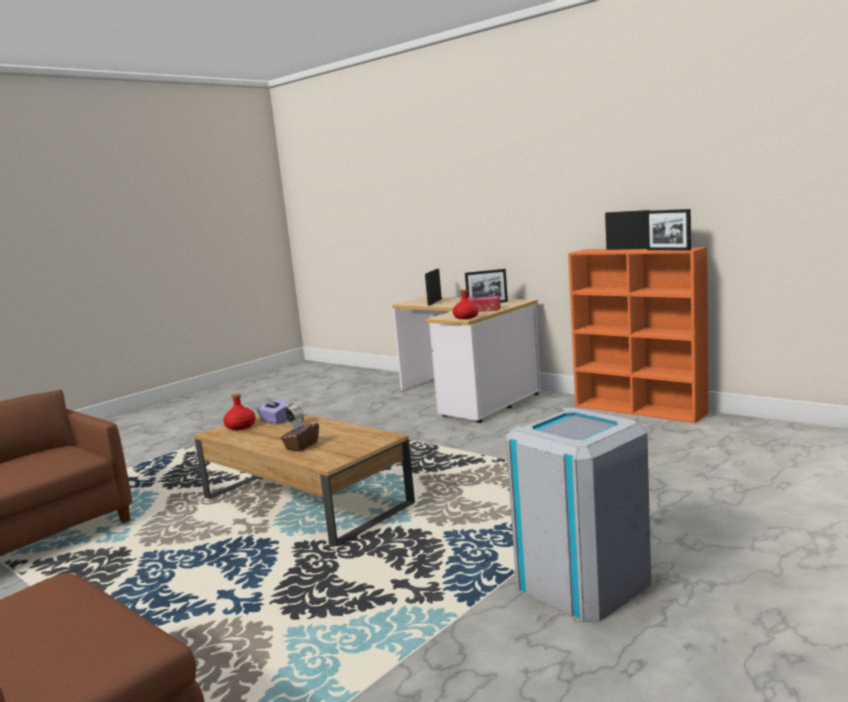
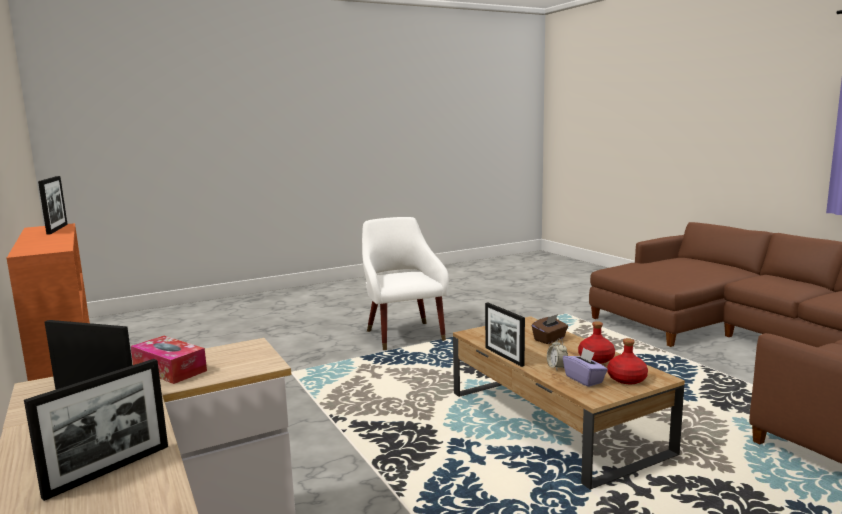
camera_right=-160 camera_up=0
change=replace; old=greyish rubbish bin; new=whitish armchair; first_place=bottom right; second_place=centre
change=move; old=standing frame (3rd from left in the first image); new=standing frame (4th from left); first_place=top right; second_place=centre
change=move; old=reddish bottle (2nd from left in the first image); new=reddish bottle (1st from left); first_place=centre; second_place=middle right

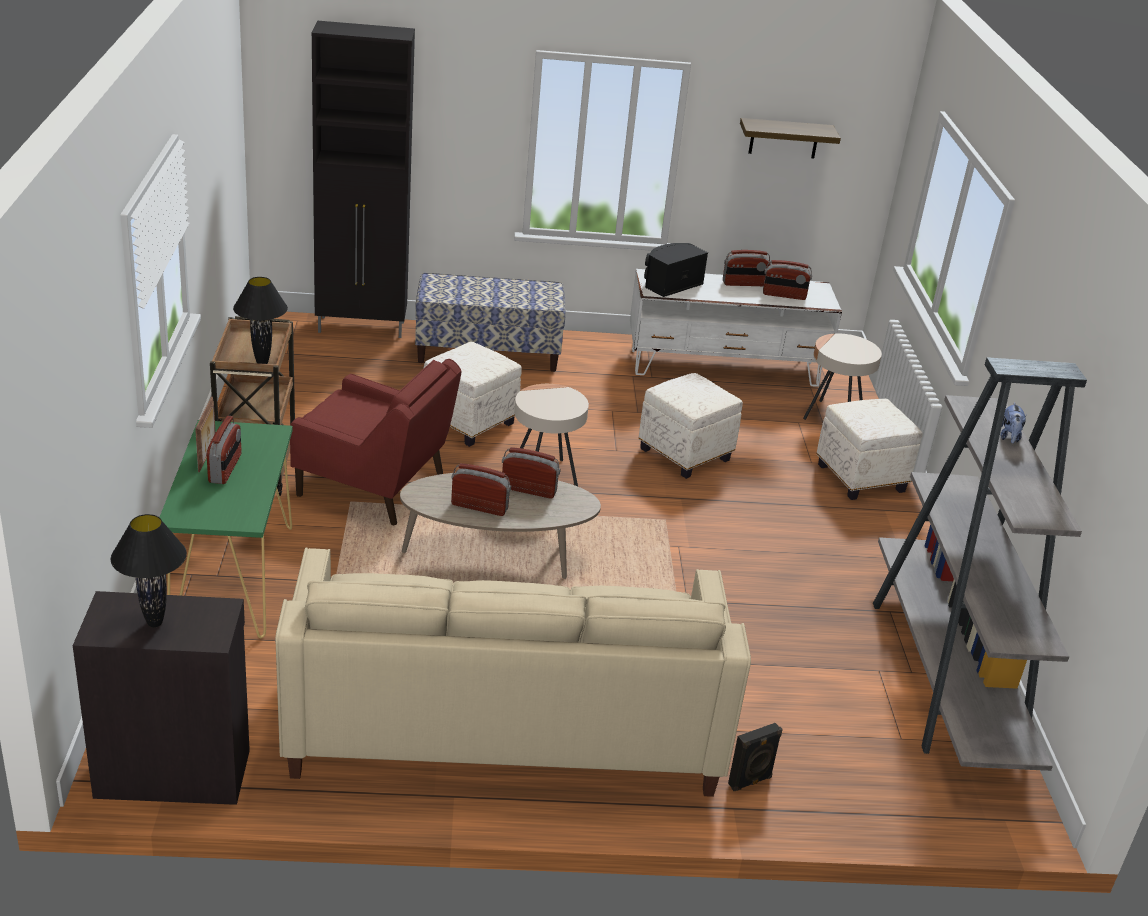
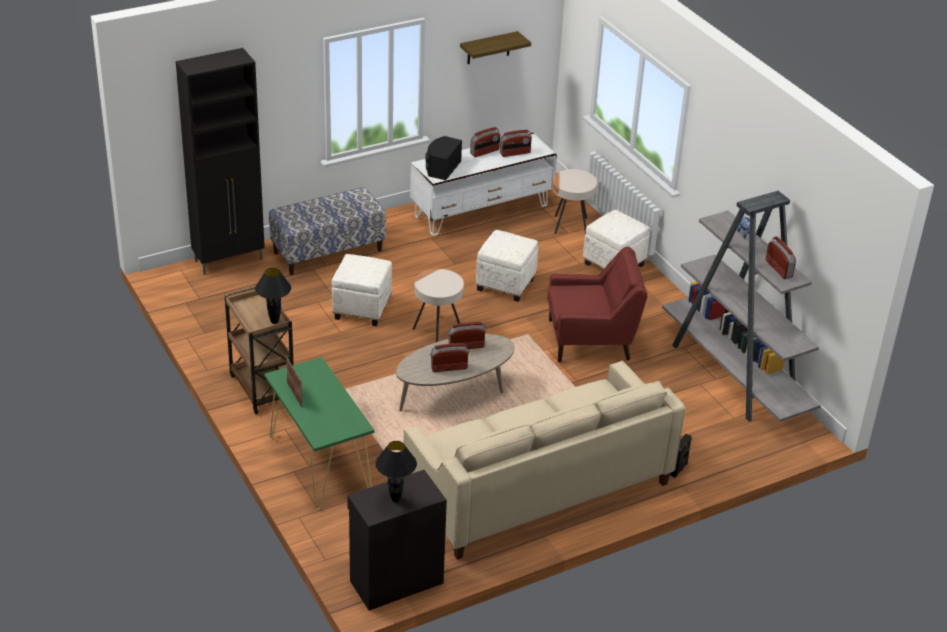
camera_right=-25 camera_up=5
change=move; old=reddish armchair; first_place=middle left; second_place=centre
change=move; old=radio receiver (1st from left in the first image); new=radio receiver (5th from left); first_place=middle left; second_place=middle right

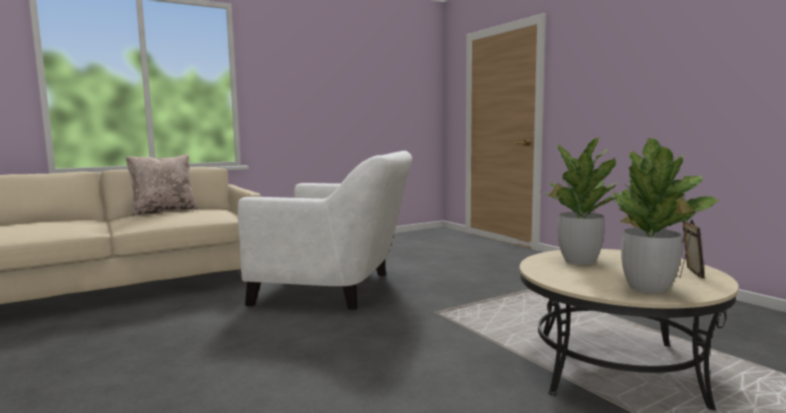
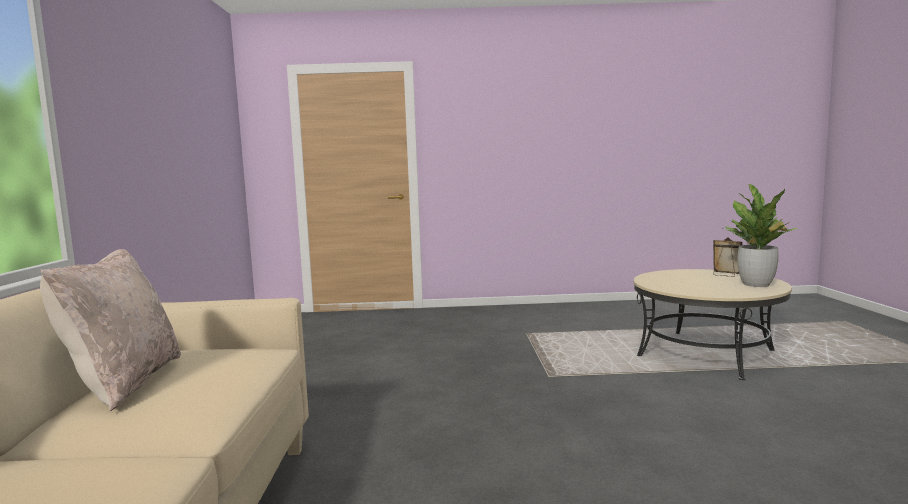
camera_right=-60 camera_up=0
change=delete; old=whitish armchair; first_place=centre
change=delete; old=plant in a pot (1st from left); first_place=middle right

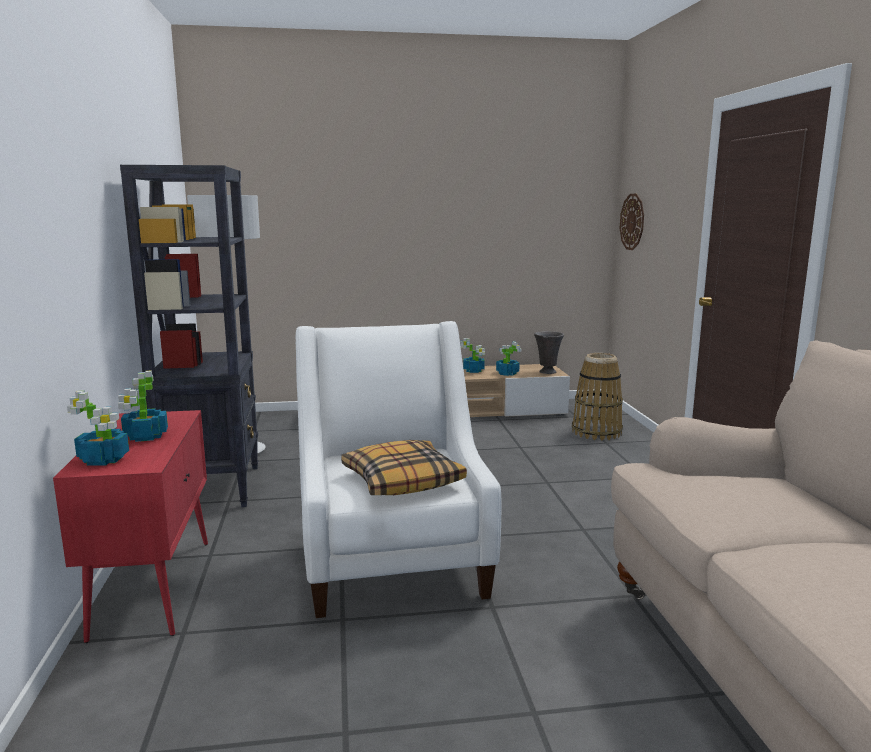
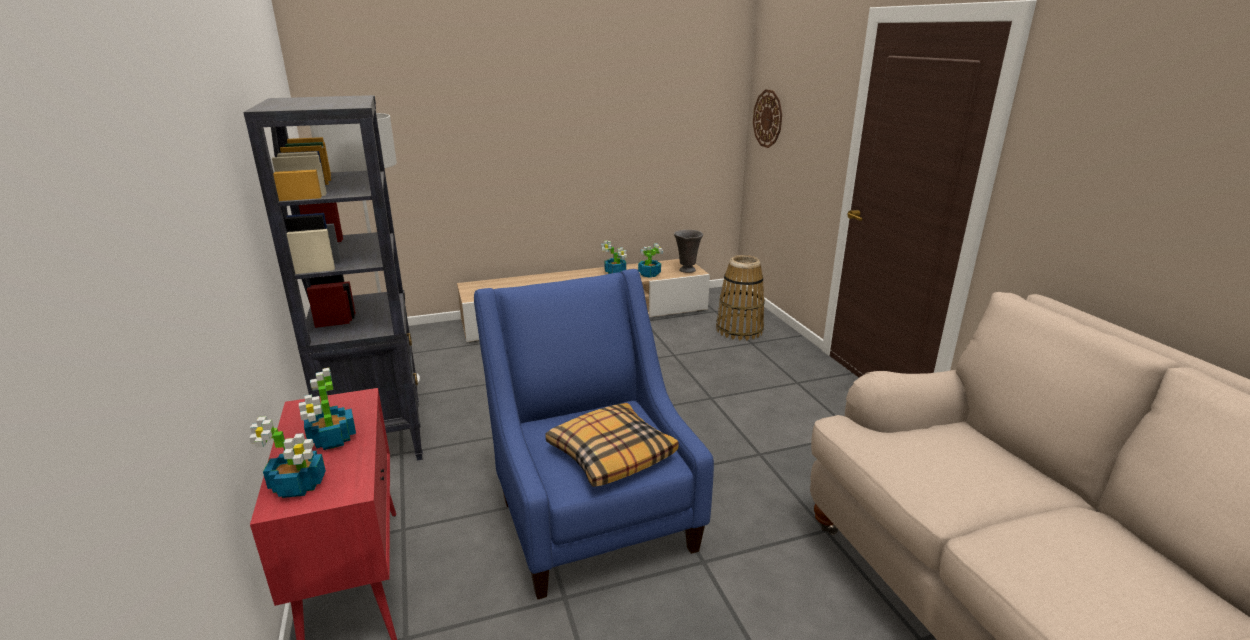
camera_right=-10 camera_up=10
change=recolor; old=whitish armchair; new=bluish armchair; first_place=centre; second_place=bottom centre

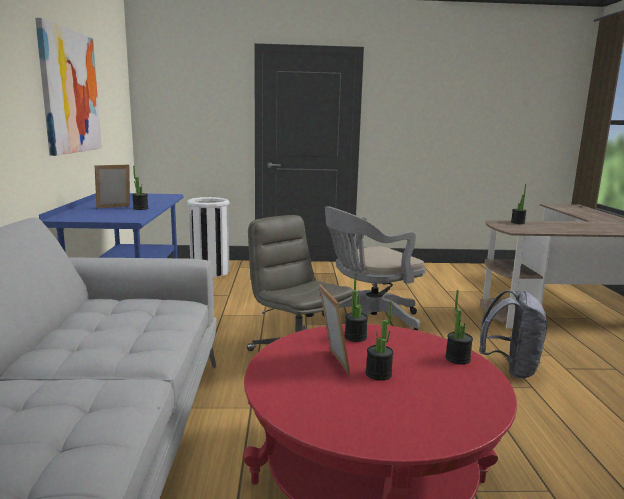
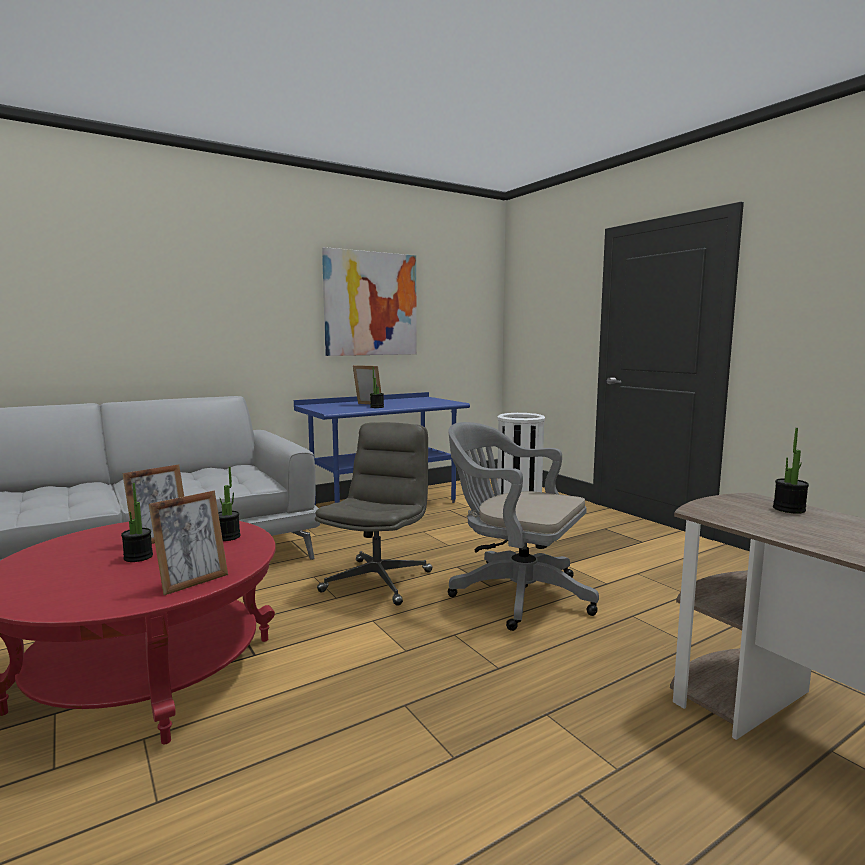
camera_right=60 camera_up=-5
change=replace; old=plant in a pot (4th from left); new=standing frame (2nd from left); first_place=middle right; second_place=middle left
change=delete; old=greyish knapsack; first_place=bottom right

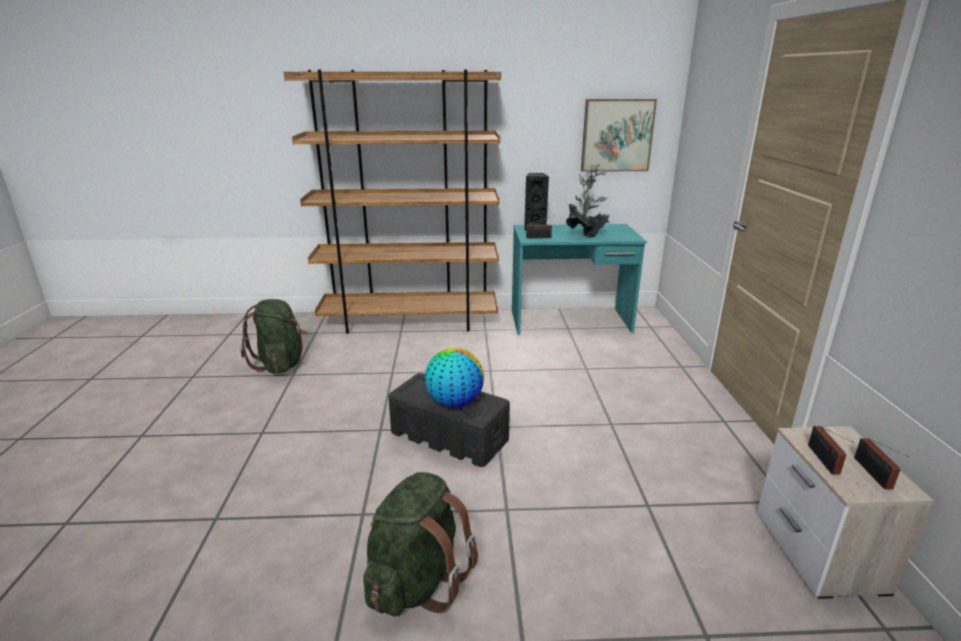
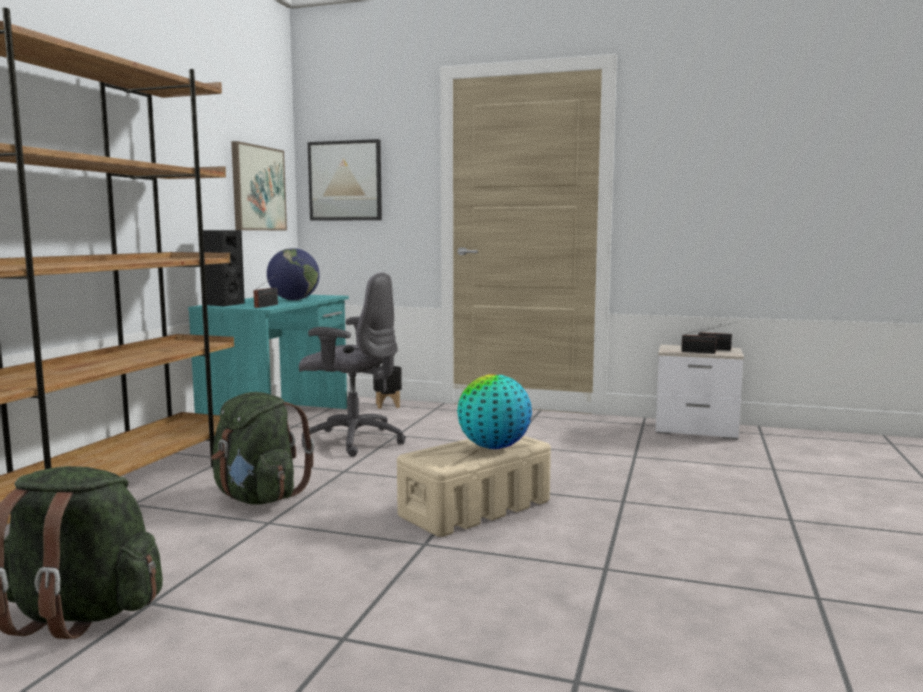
camera_right=-70 camera_up=-15
change=move; old=greenish knapsack (2nd from left); first_place=bottom centre; second_place=middle left
change=replace; old=plant in a pot; new=globe (1st from left); first_place=top centre; second_place=middle left
change=insert; new=greyish office chair; second_place=centre
change=insert; new=wall art (2nd from left); second_place=top centre
change=insert; new=black-coloured plant pot; second_place=centre
change=recolor; old=black-coloured storage box; new=sand-coloured storage box; first_place=centre; second_place=bottom centre

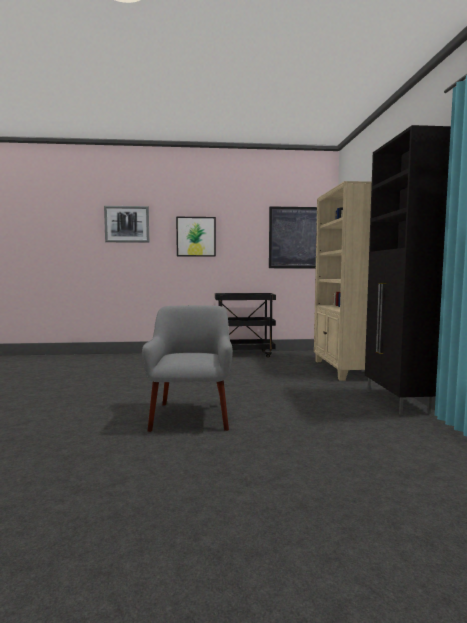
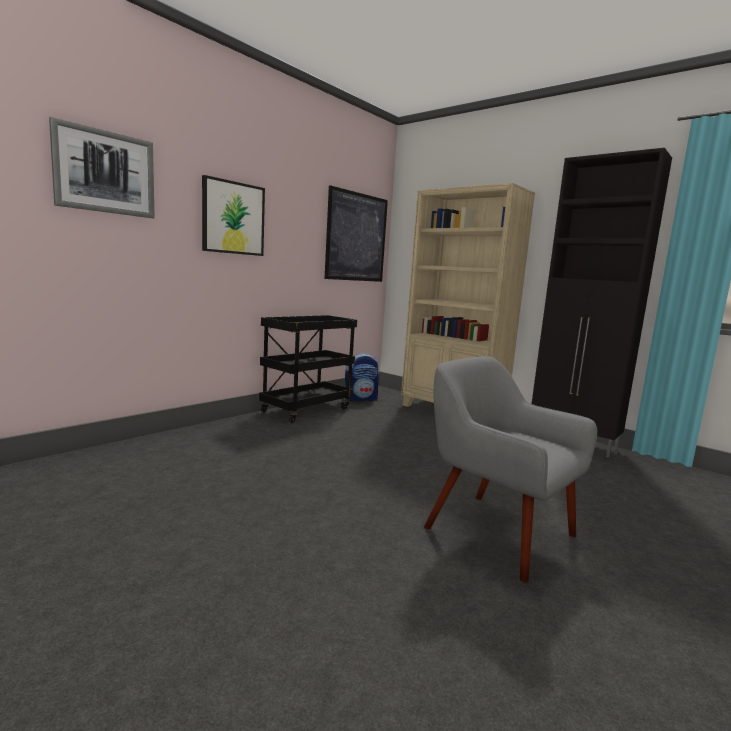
camera_right=-45 camera_up=5
change=insert; new=knapsack; second_place=centre

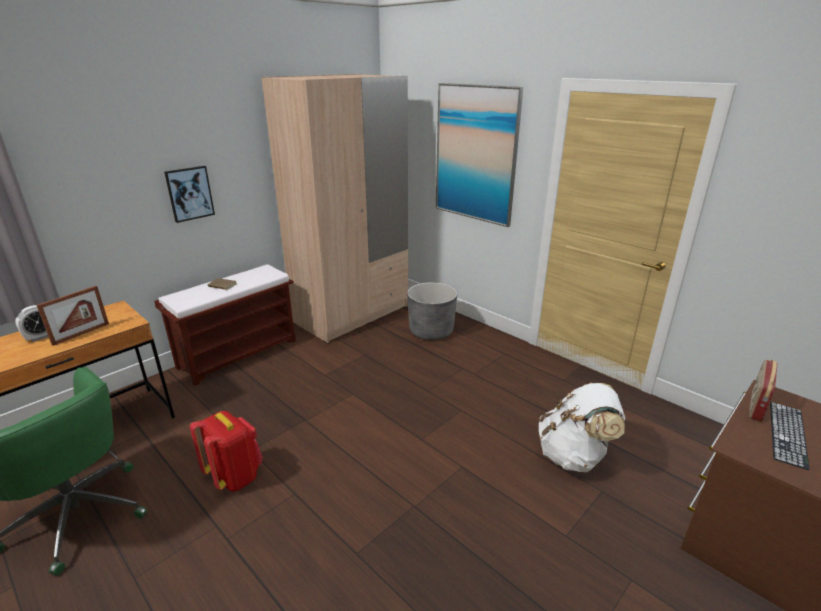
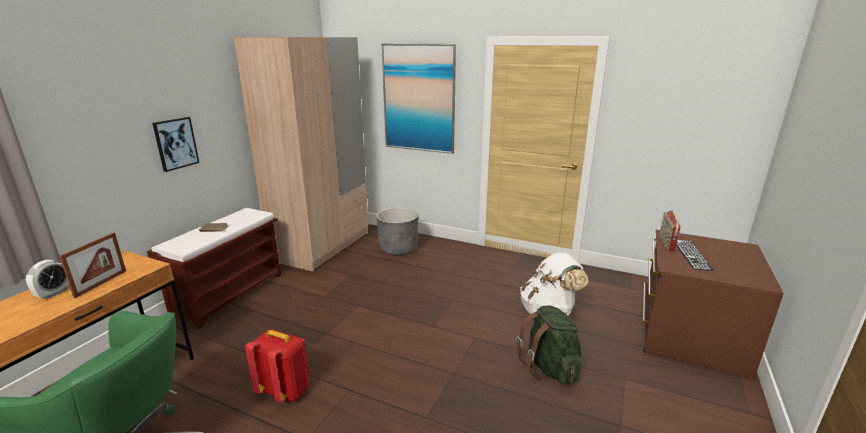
camera_right=-20 camera_up=-5
change=insert; new=greenish knapsack; second_place=bottom centre

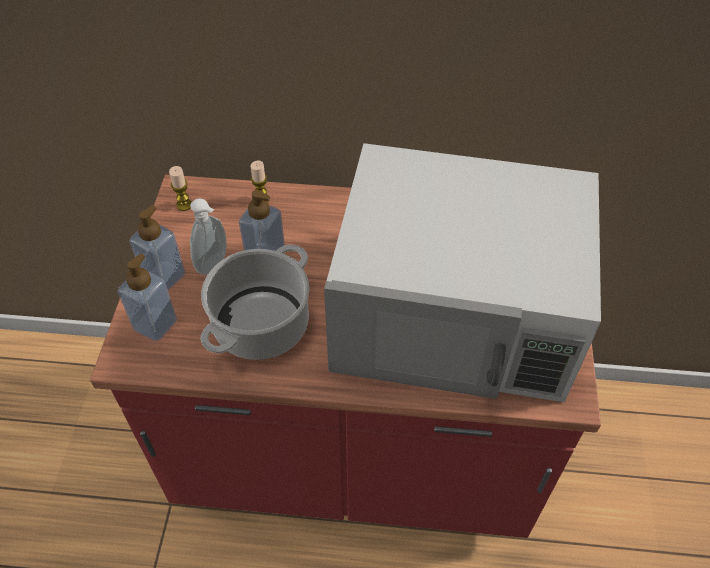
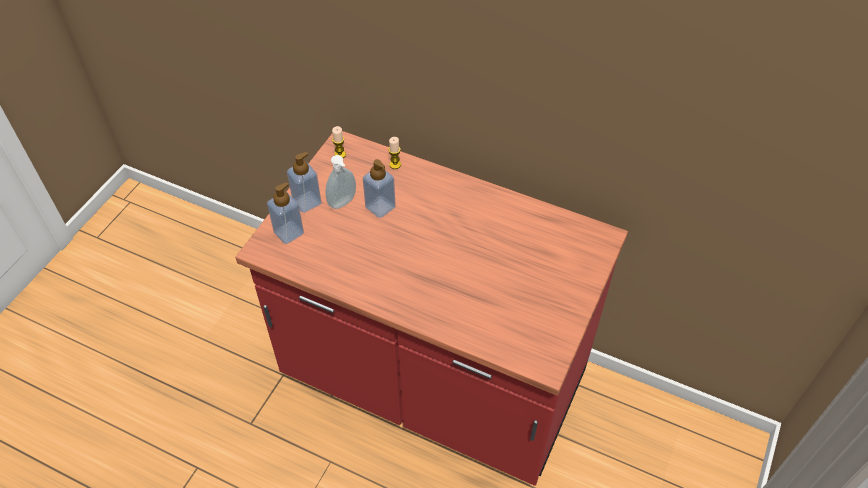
camera_right=20 camera_up=0
change=delete; old=saucepot; first_place=centre
change=delete; old=whitish microwave oven; first_place=centre

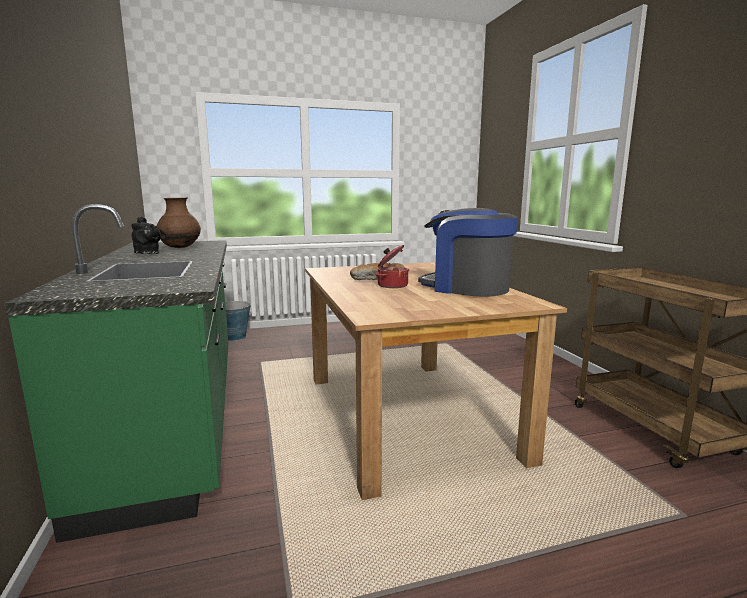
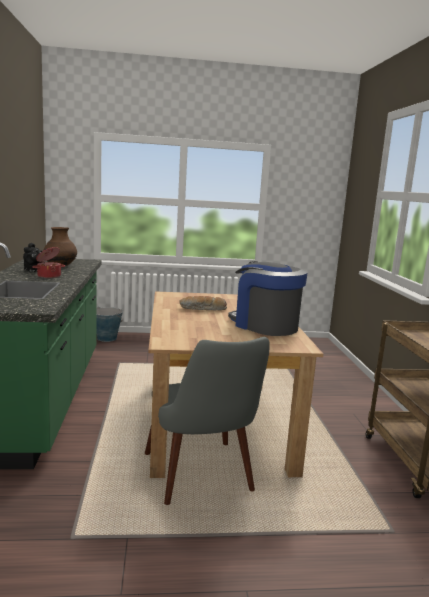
camera_right=10 camera_up=0
change=move; old=saucepot; first_place=centre; second_place=middle left
change=insert; new=greyish chair; second_place=bottom centre

